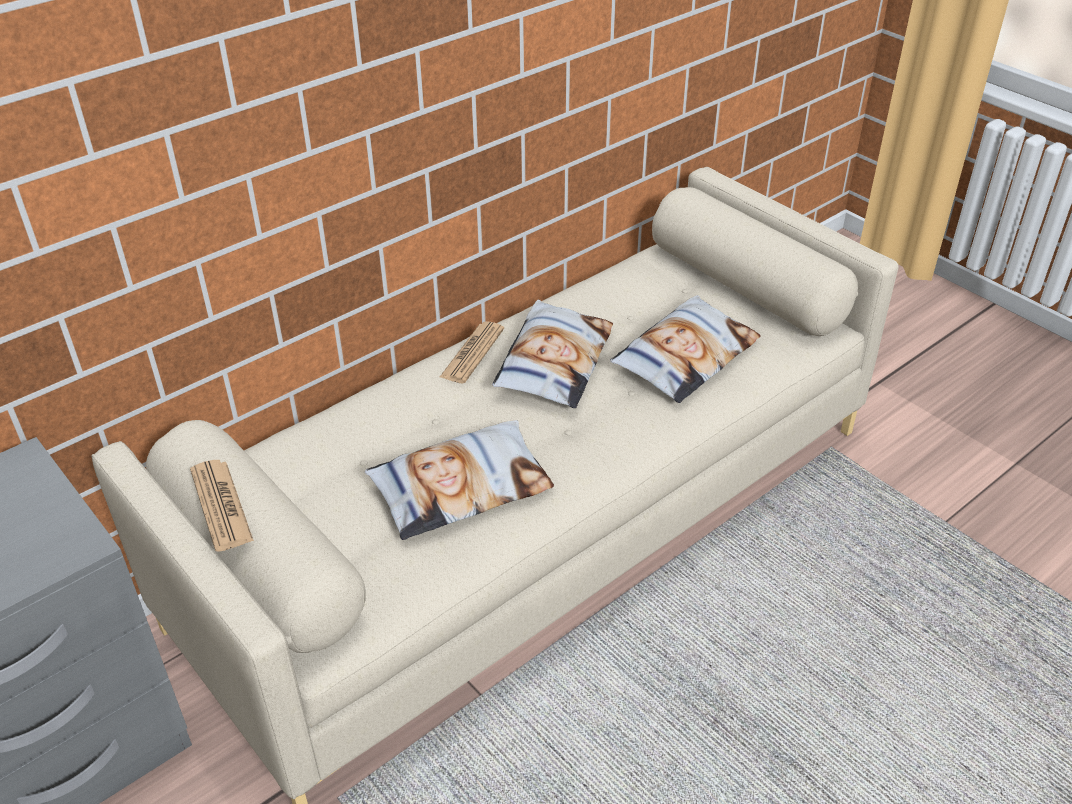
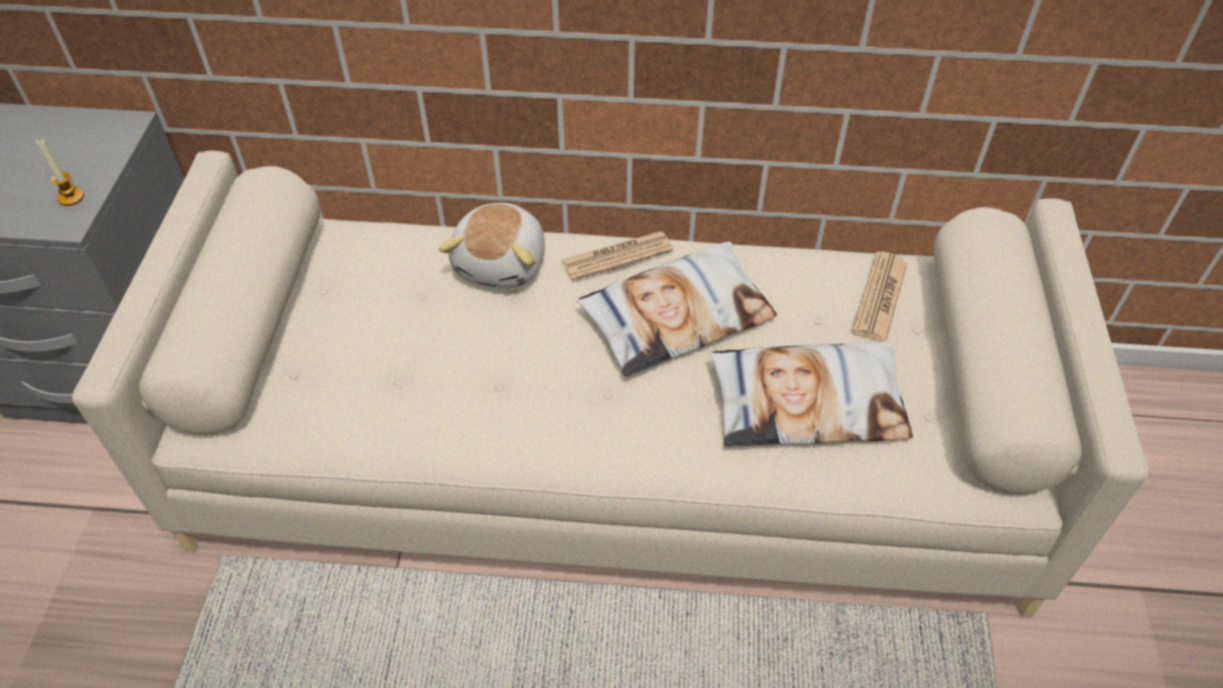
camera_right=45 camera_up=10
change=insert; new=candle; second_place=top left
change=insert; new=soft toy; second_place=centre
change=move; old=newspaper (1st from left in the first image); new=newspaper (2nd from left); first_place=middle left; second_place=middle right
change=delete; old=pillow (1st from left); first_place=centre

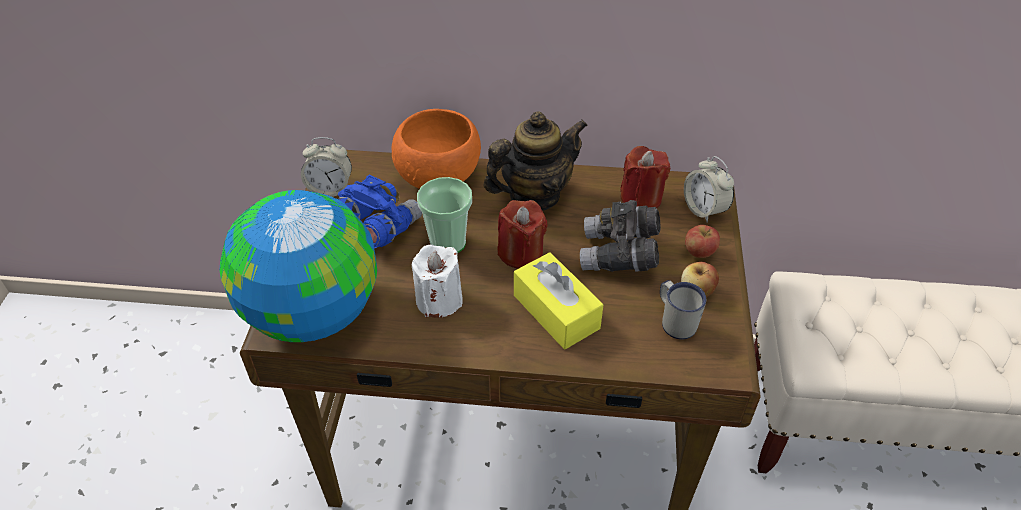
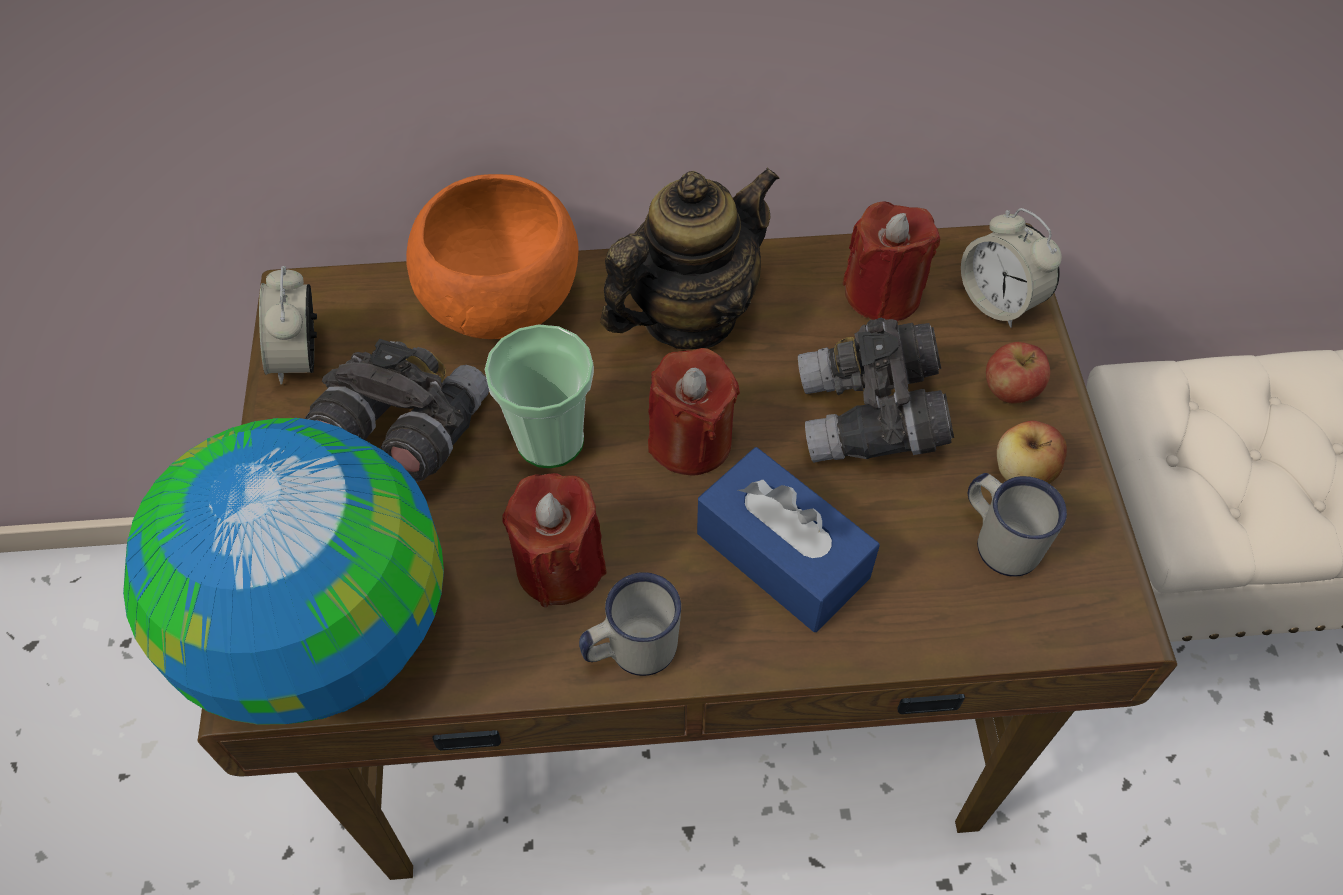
camera_right=-10 camera_up=10
change=rotate; old=alarm clock (1st from left); first_place=top left; second_place=middle left; degrees=90
change=recolor; old=bluish field glasses; new=greyish field glasses (1st from left); first_place=centre; second_place=middle left
change=recolor; old=whitish candle; new=reddish candle (1st from left); first_place=centre; second_place=centre
change=insert; new=whitish mug (1st from left); second_place=bottom centre
change=recolor; old=yellow-coloured tissue box; new=bluish tissue box; first_place=centre; second_place=centre

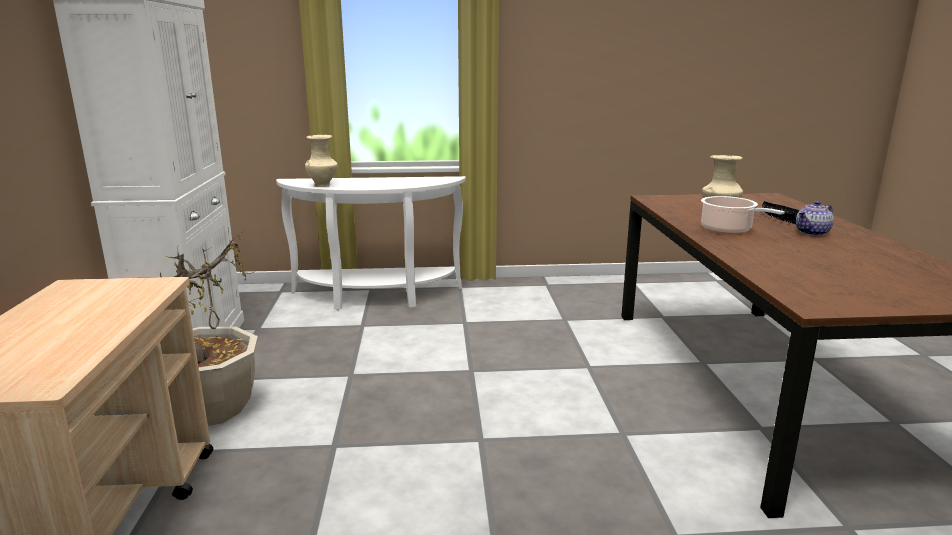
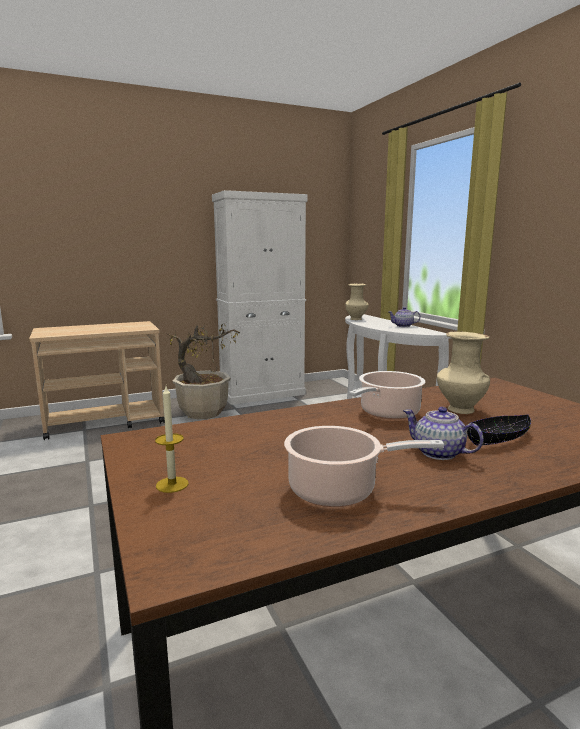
camera_right=70 camera_up=-5
change=insert; new=candle; second_place=middle left
change=insert; new=saucepot (1st from left); second_place=centre
change=insert; new=teapot (1st from left); second_place=middle right

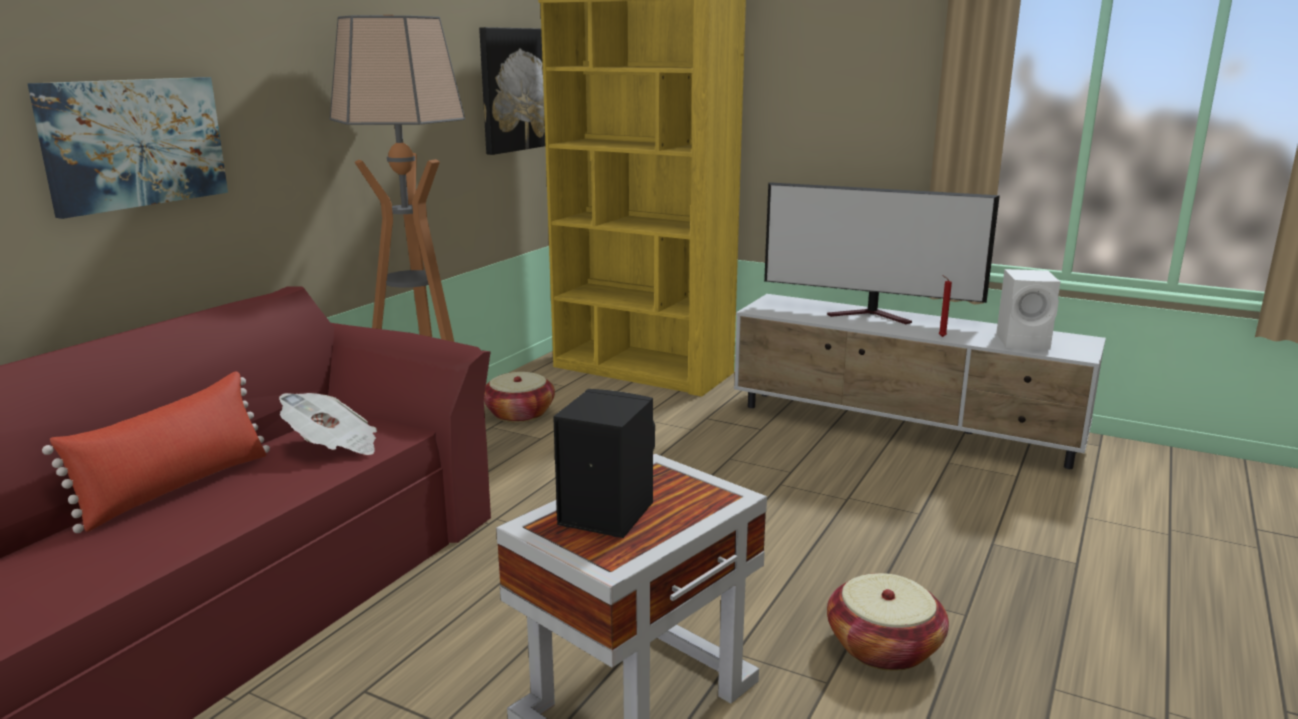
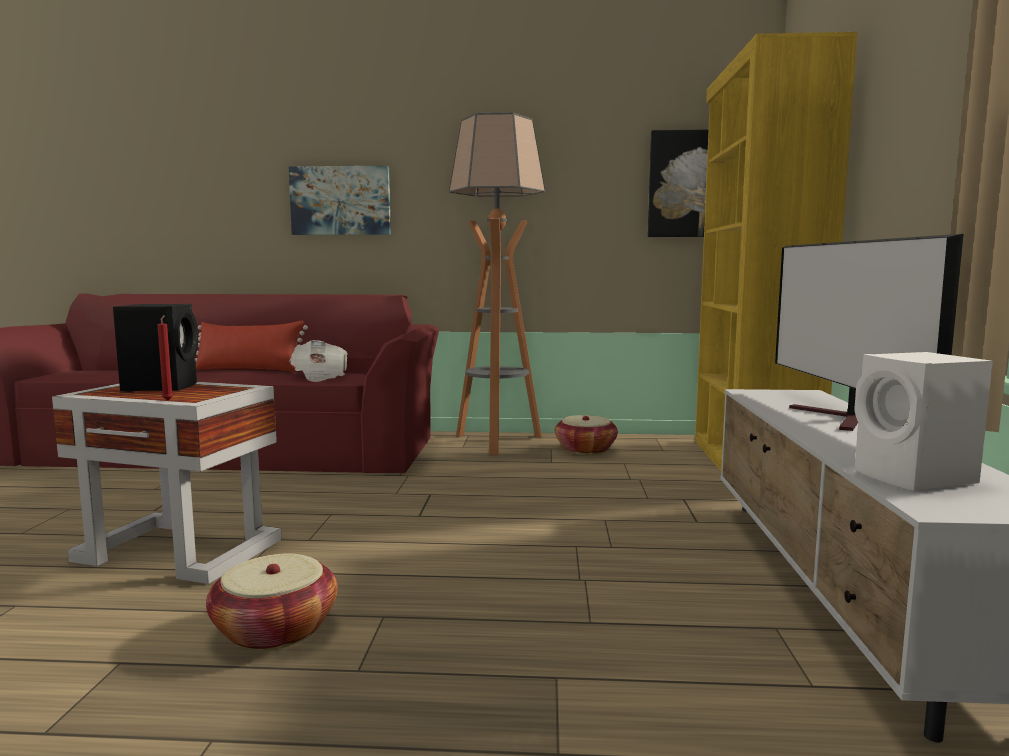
camera_right=65 camera_up=-10
change=move; old=reddish candle; first_place=middle right; second_place=middle left

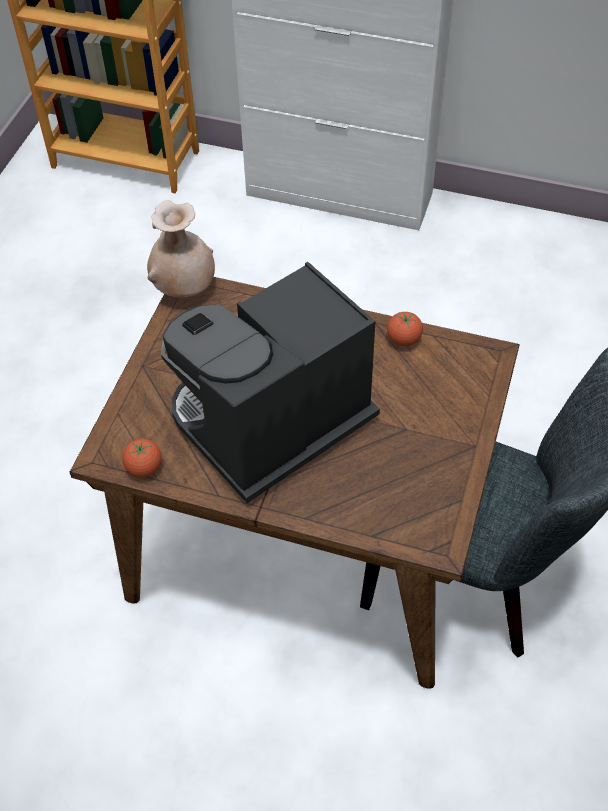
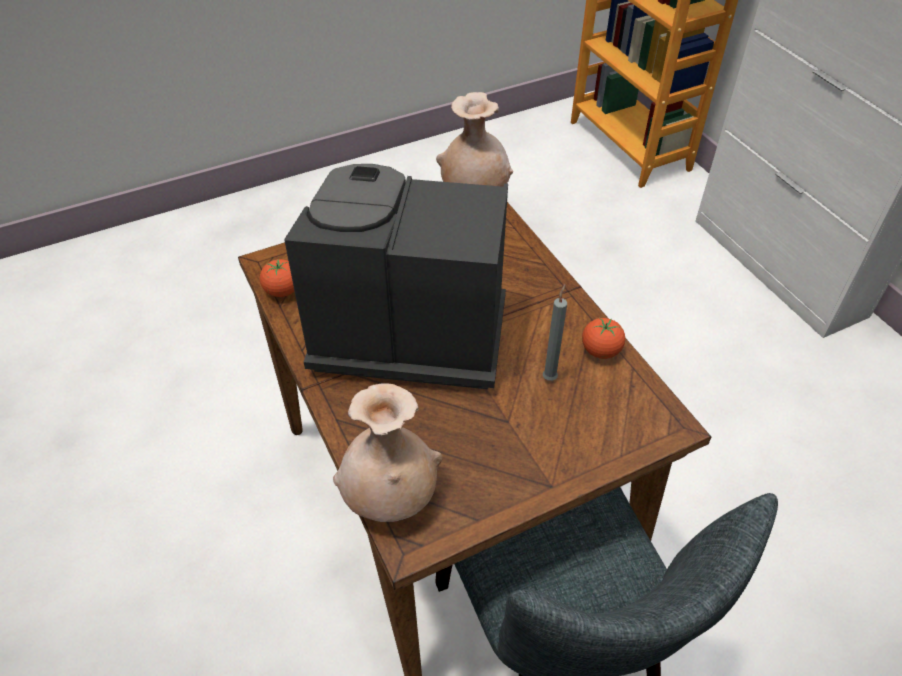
camera_right=45 camera_up=-5
change=insert; new=sand-coloured flower vase (1st from left); second_place=bottom centre
change=insert; new=greyish candle; second_place=centre

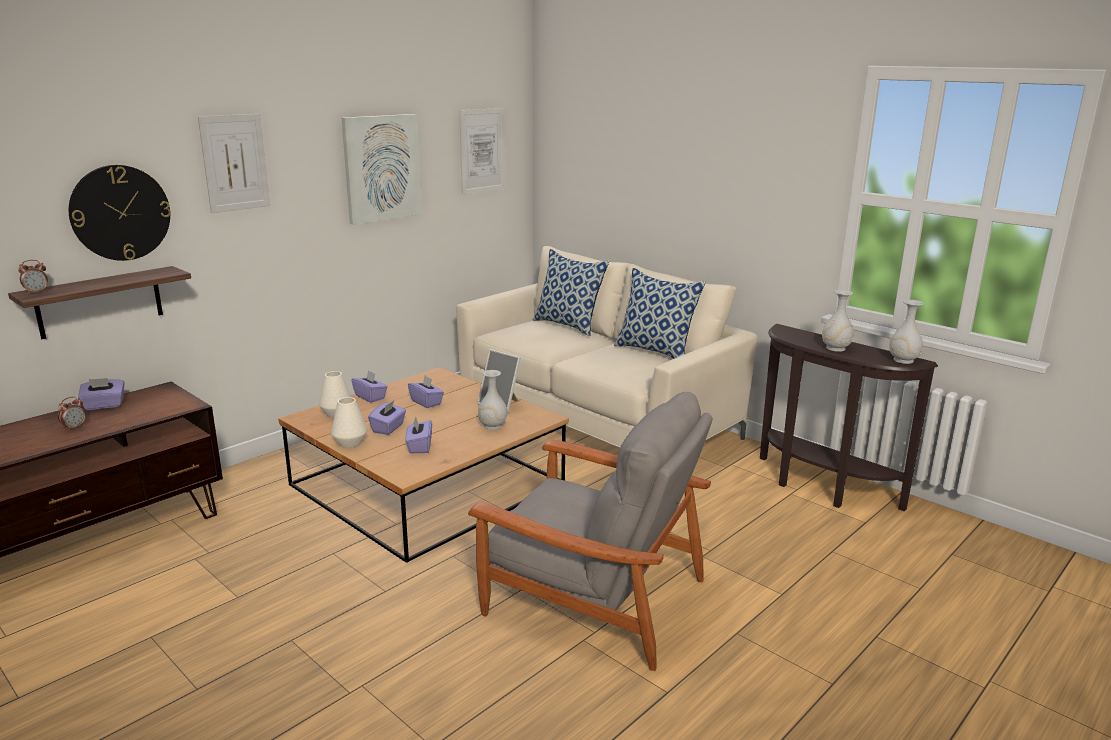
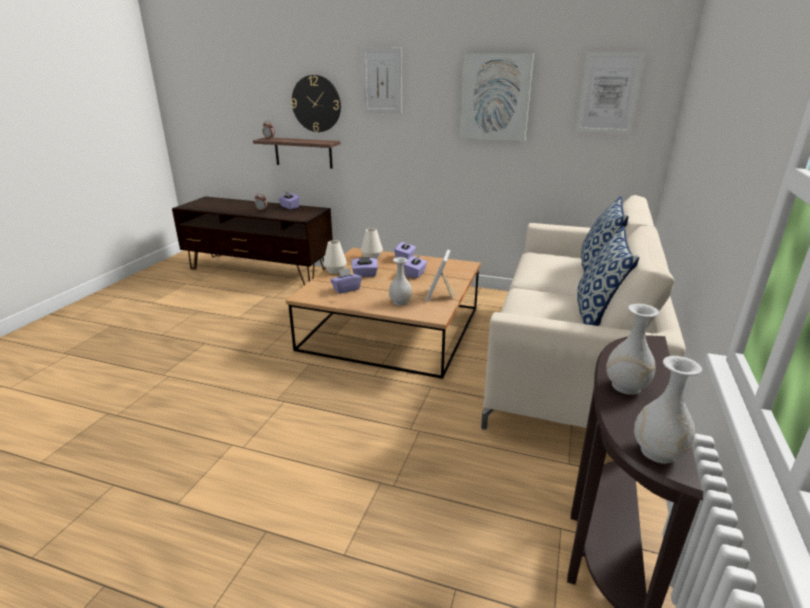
camera_right=65 camera_up=5
change=delete; old=greyish armchair; first_place=bottom centre

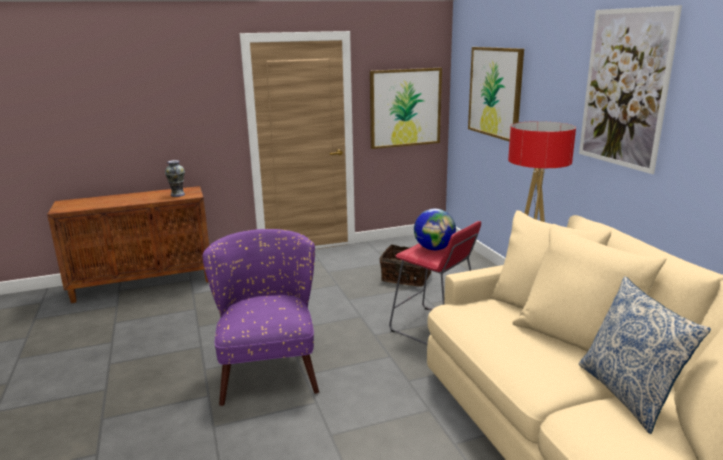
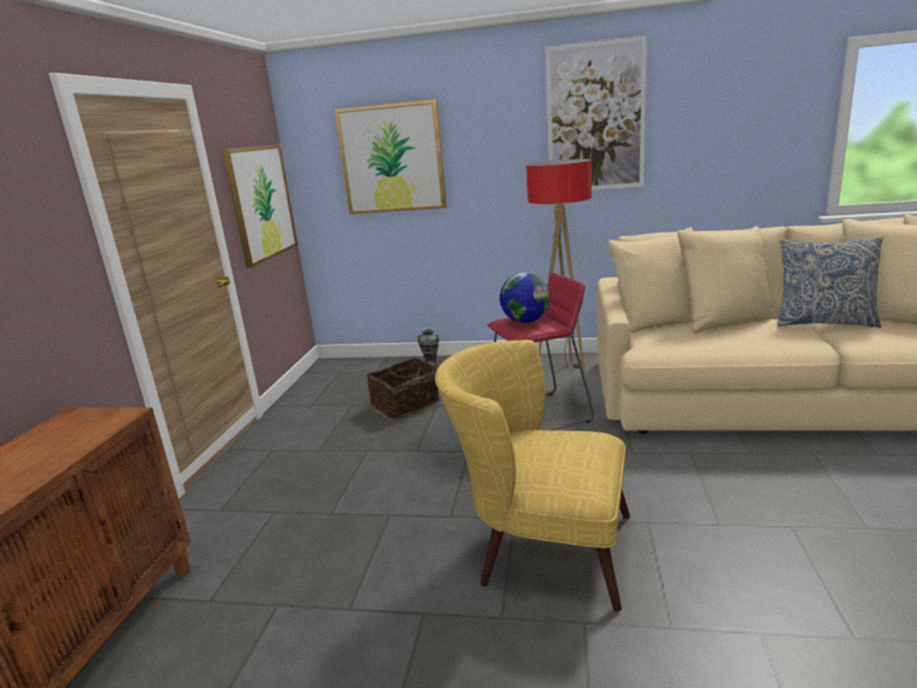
camera_right=-60 camera_up=0
change=move; old=flower vase; first_place=middle left; second_place=centre
change=recolor; old=purple armchair; new=yellow-coloured armchair; first_place=bottom centre; second_place=bottom centre

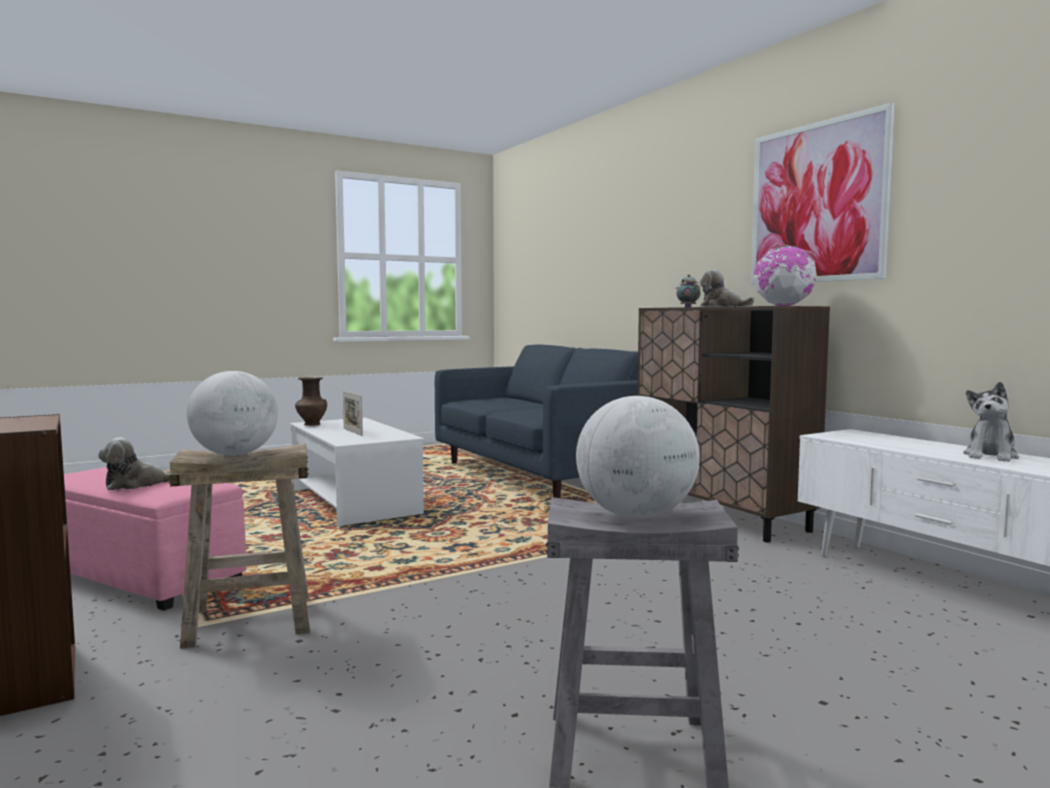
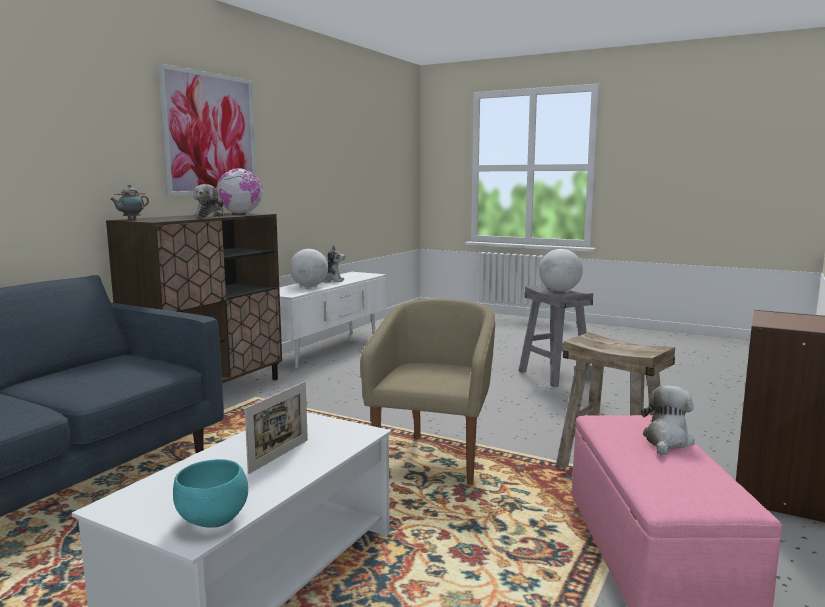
camera_right=-120 camera_up=5
change=replace; old=brown-coloured flower vase; new=turquoise bowl; first_place=middle left; second_place=bottom left
change=move; old=globe (1st from left in the first image); new=globe (2nd from left); first_place=middle left; second_place=centre
change=insert; new=sand-coloured armchair; second_place=centre
change=rotate; old=soft toy (1st from left in the first image); first_place=middle left; second_place=bottom right; degrees=-90

